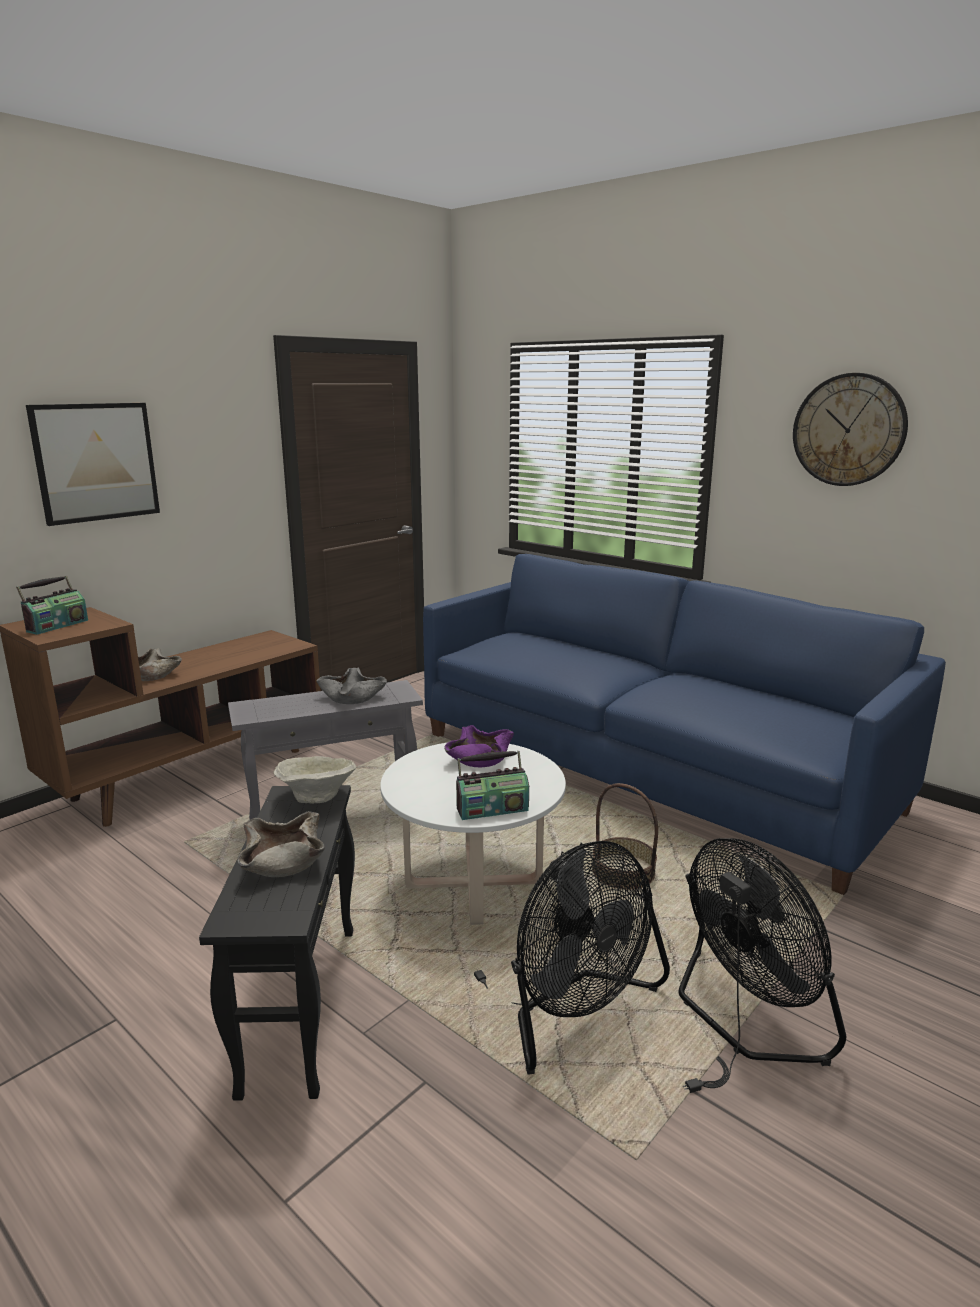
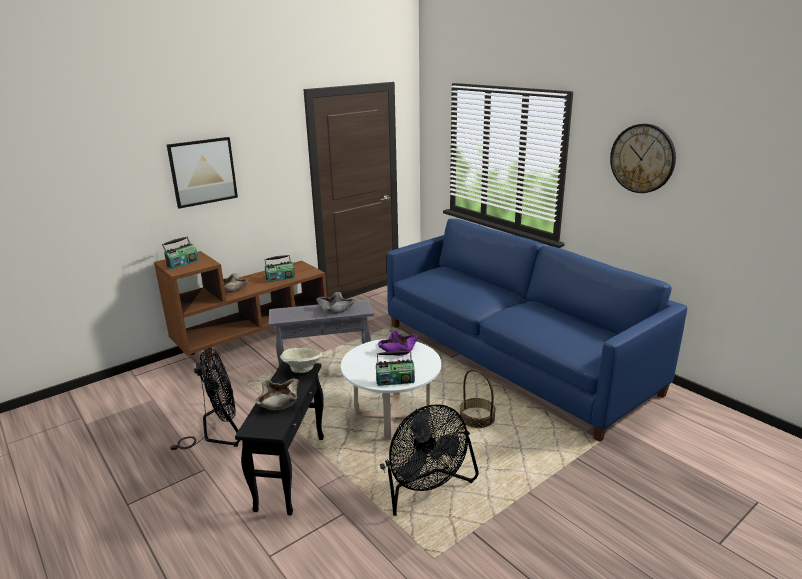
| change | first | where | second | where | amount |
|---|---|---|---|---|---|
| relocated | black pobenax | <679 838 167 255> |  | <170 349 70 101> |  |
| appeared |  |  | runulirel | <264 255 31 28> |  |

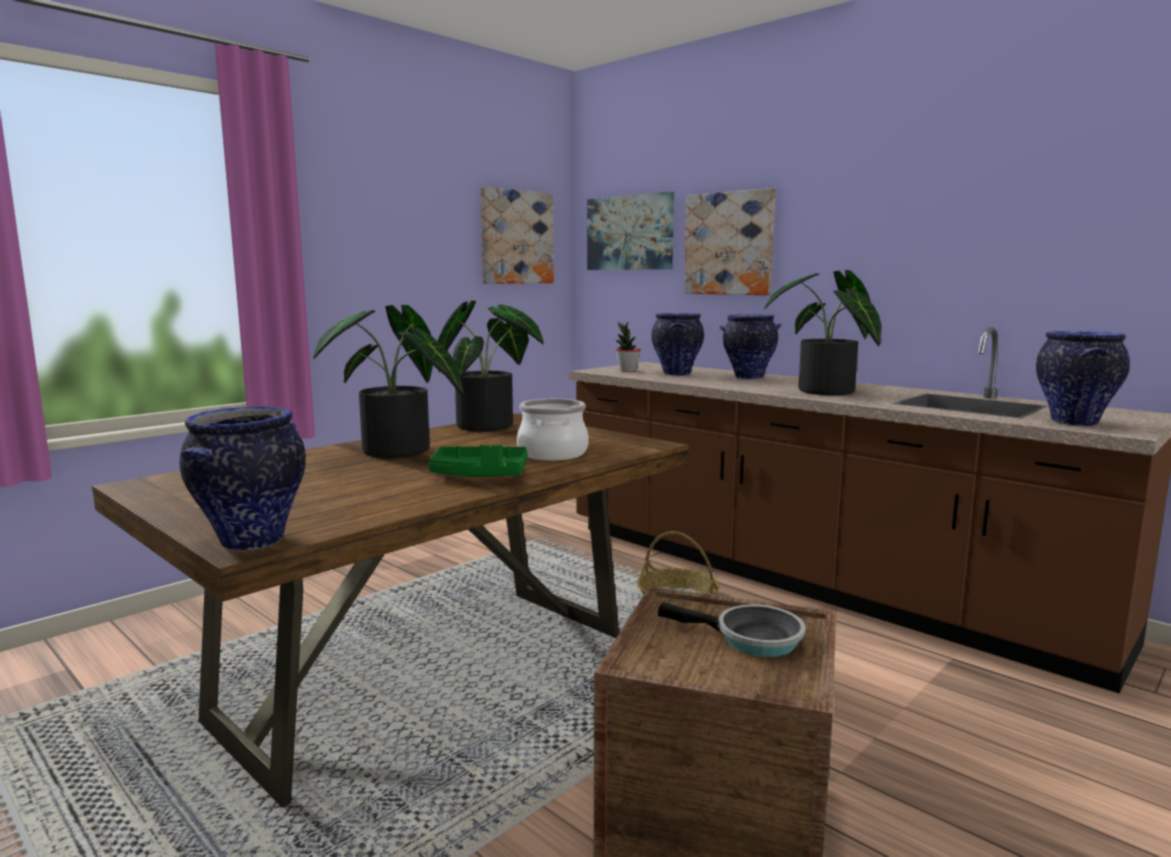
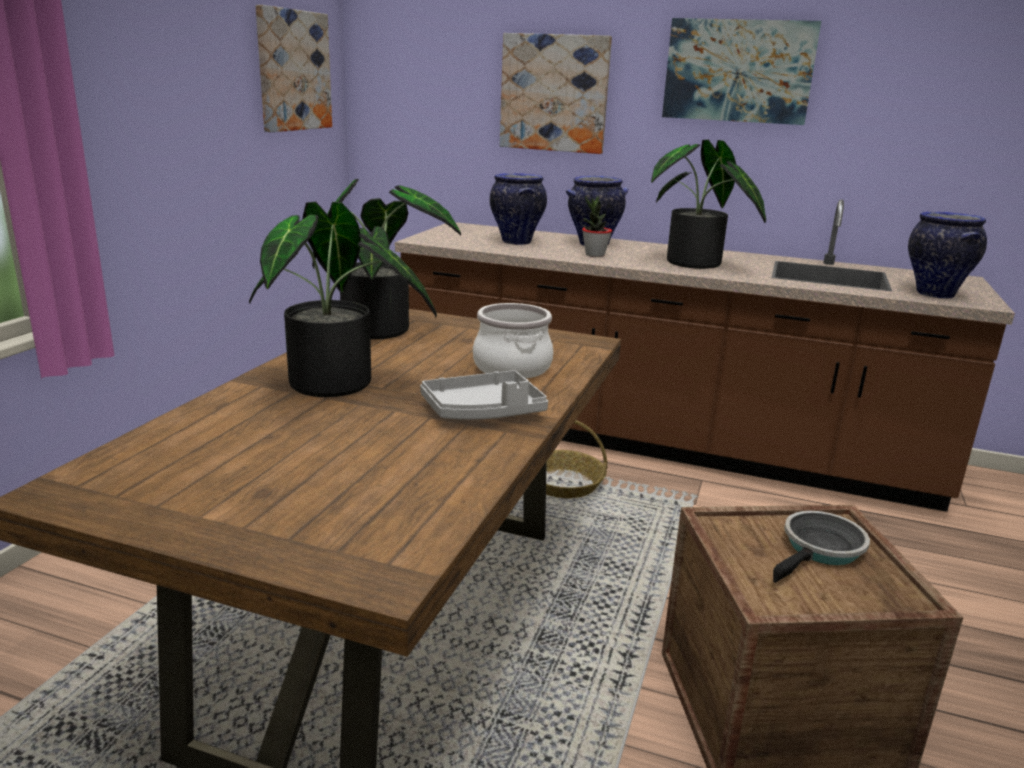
| change | first | where | second | where | amount |
|---|---|---|---|---|---|
| missing | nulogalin | <180 406 126 145> |  |  |  |
| colour | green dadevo | <428 444 100 33> | grey dadevo | <420 370 128 50> |  |
| relocated | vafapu | <587 192 87 78> |  | <662 18 159 107> |  |
| relocated | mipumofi | <615 321 26 51> |  | <582 196 30 61> |  |
| spun | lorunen | <658 602 148 55> |  | <773 511 97 72> | 45 degrees counterclockwise |

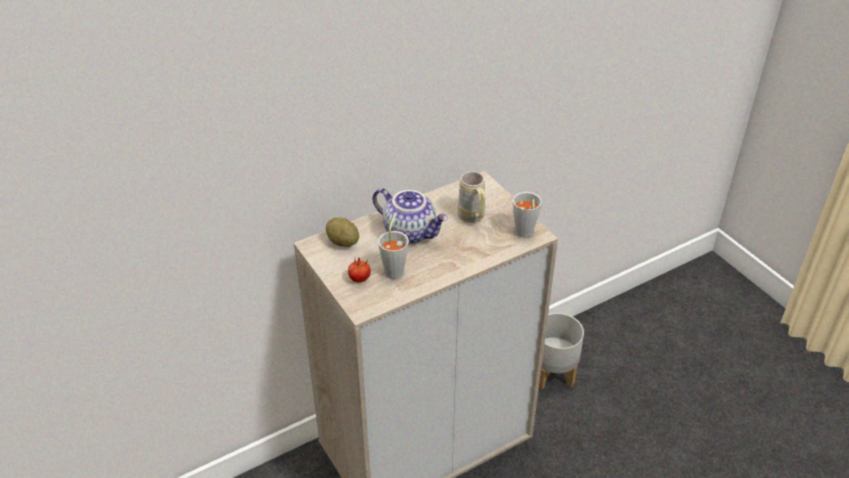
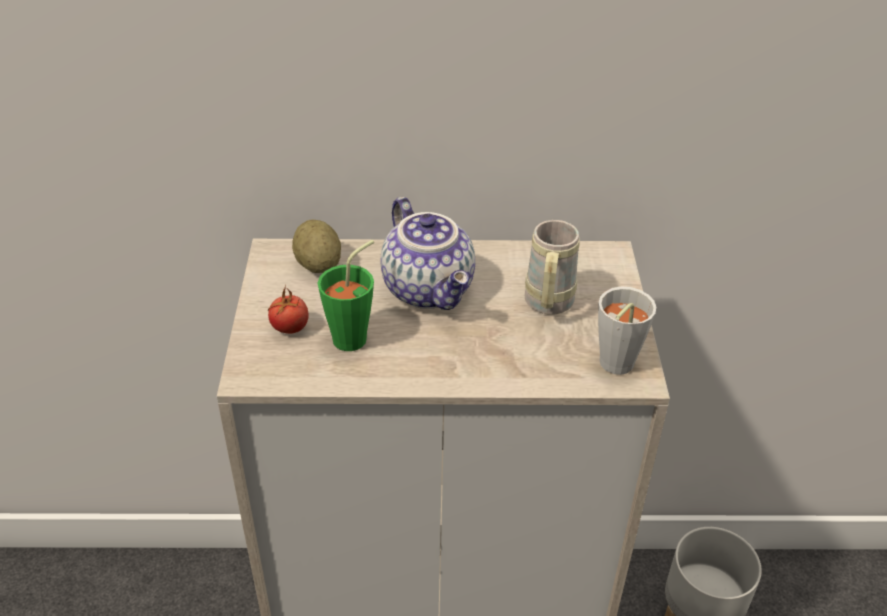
| change | first | where | second | where | amount |
|---|---|---|---|---|---|
| colour | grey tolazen | <378 215 31 64> | green tolazen | <317 240 57 111> |  |

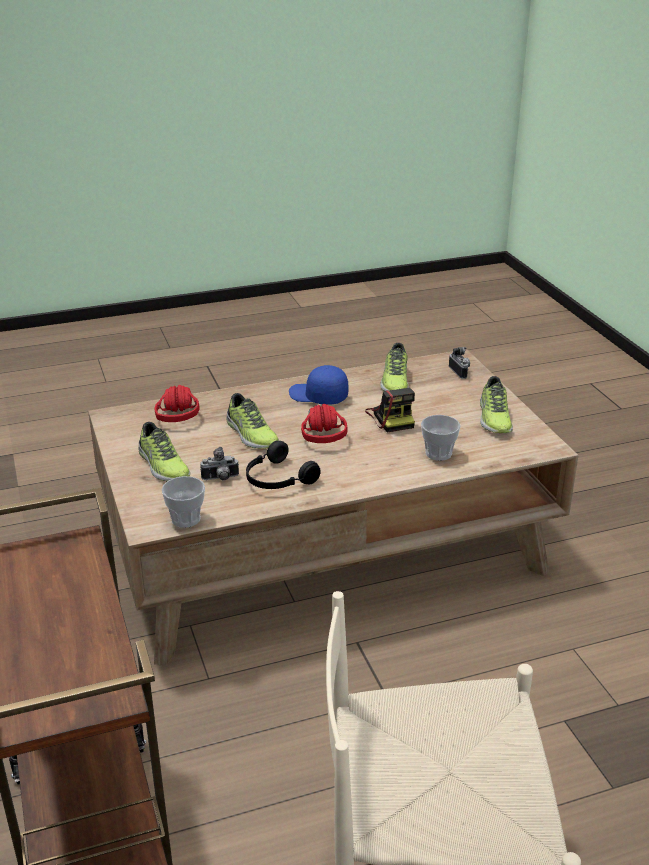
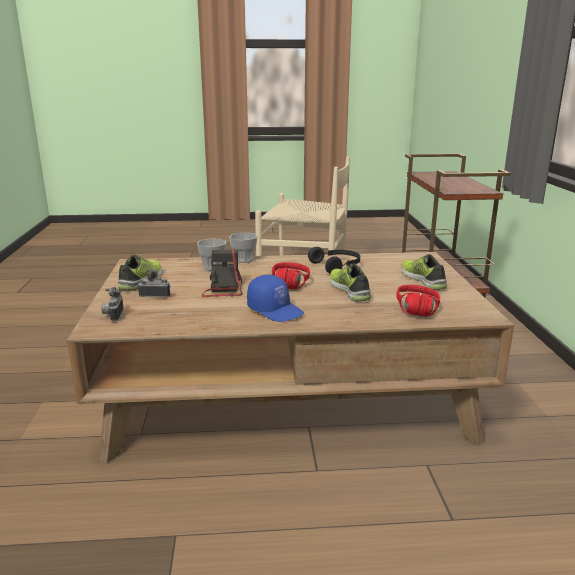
| change | first | where | second | where | amount |
|---|---|---|---|---|---|
| relocated | tolazen | <161 476 44 52> |  | <229 232 28 31> |  |
| relocated | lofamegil | <200 447 39 34> |  | <138 269 32 29> |  |
| missing | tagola | <380 343 29 48> |  |  |  |

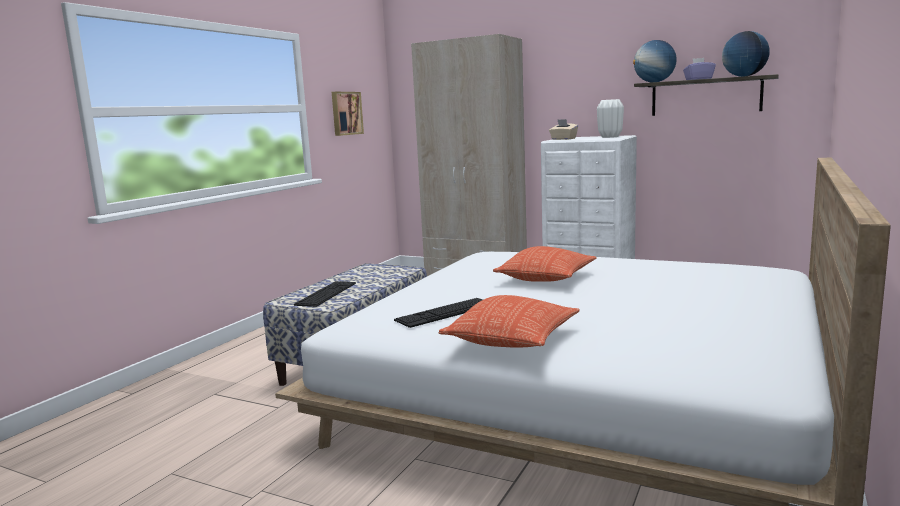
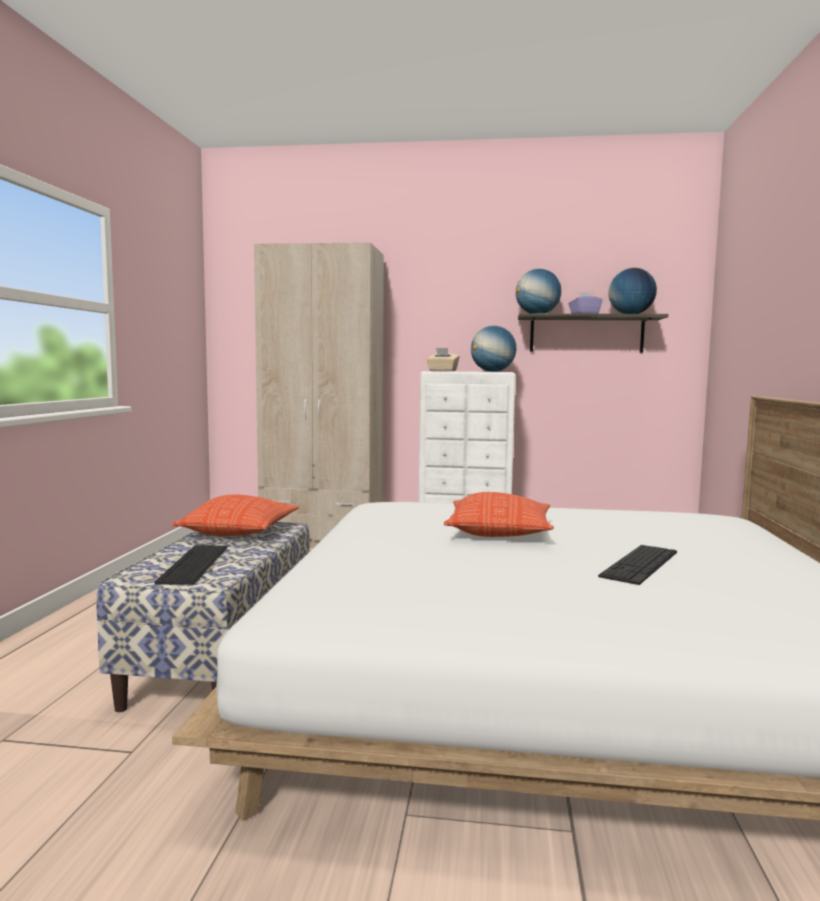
| change | first | where | second | where | amount |
|---|---|---|---|---|---|
| missing | vafapu | <332 92 32 44> |  |  |  |
| relocated | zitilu | <394 298 89 30> |  | <598 545 79 40> |  |
| relocated | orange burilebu | <438 295 142 53> |  | <172 495 127 41> |  |
| exchanged | white nulogalin | <597 99 27 39> | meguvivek | <471 326 45 46> |  |

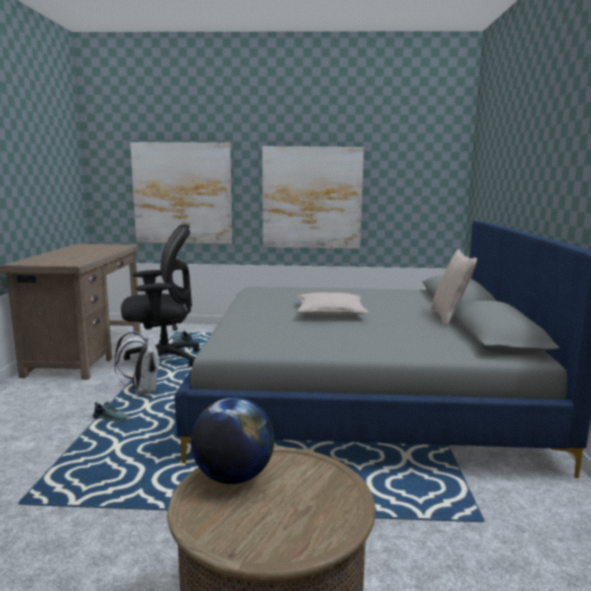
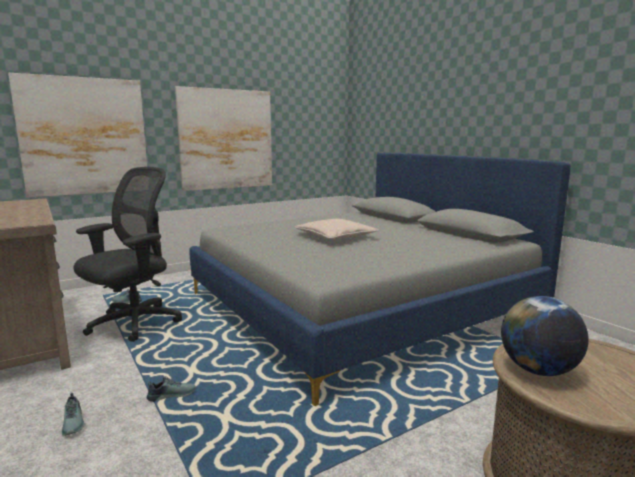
| change | first | where | second | where | amount |
|---|---|---|---|---|---|
| missing | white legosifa | <114 331 46 63> |  |  |  |
| missing | beige burilebu | <431 249 46 78> |  |  |  |
| appeared |  |  | tagola | <62 393 23 43> |  |

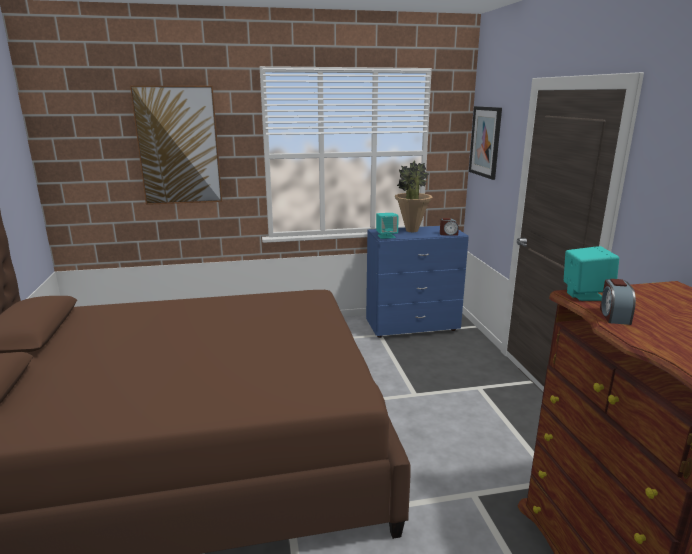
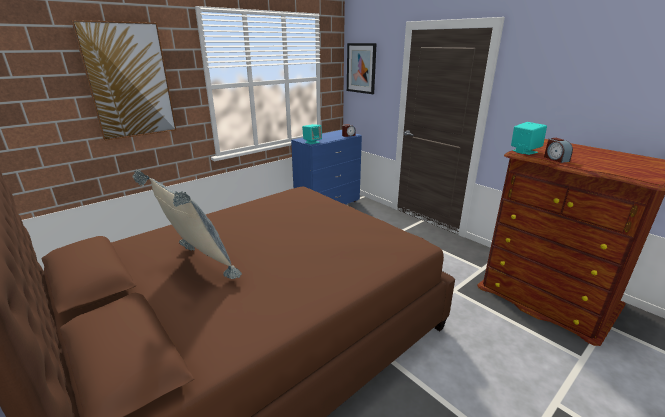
| change | first | where | second | where | amount |
|---|---|---|---|---|---|
| missing | mipumofi | <395 161 38 71> |  |  |  |
| appeared |  |  | burilebu | <133 169 109 110> |  |

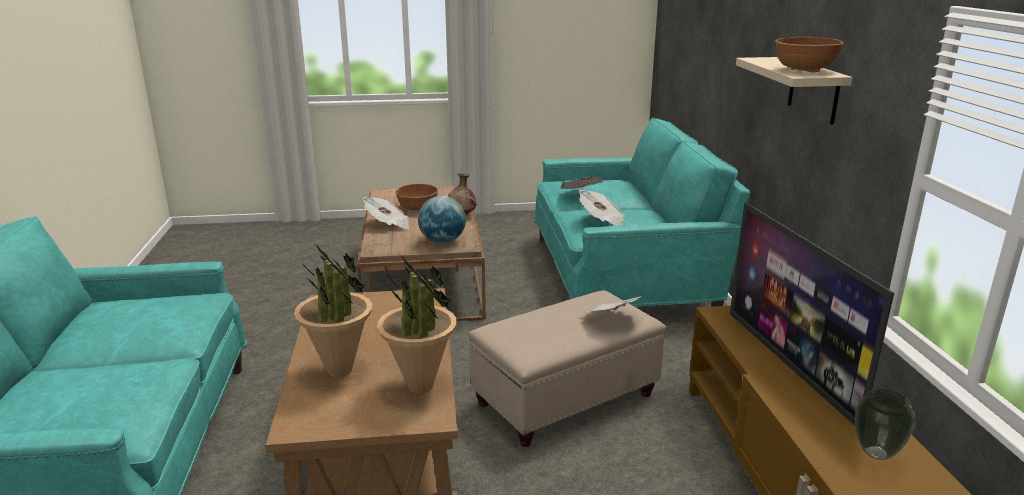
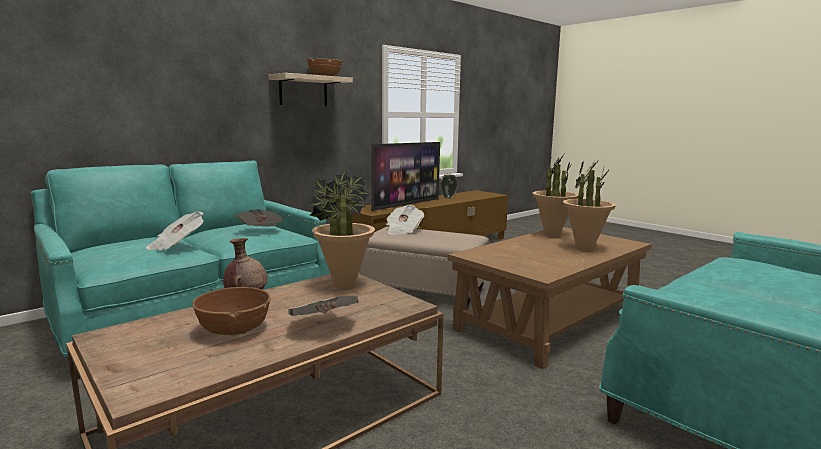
| change | first | where | second | where | amount |
|---|---|---|---|---|---|
| exchanged | meguvivek | <418 196 48 47> | mipumofi | <308 171 67 118> |  |

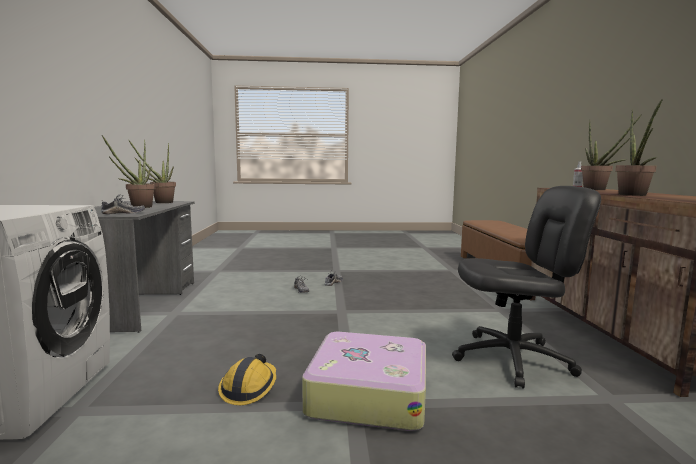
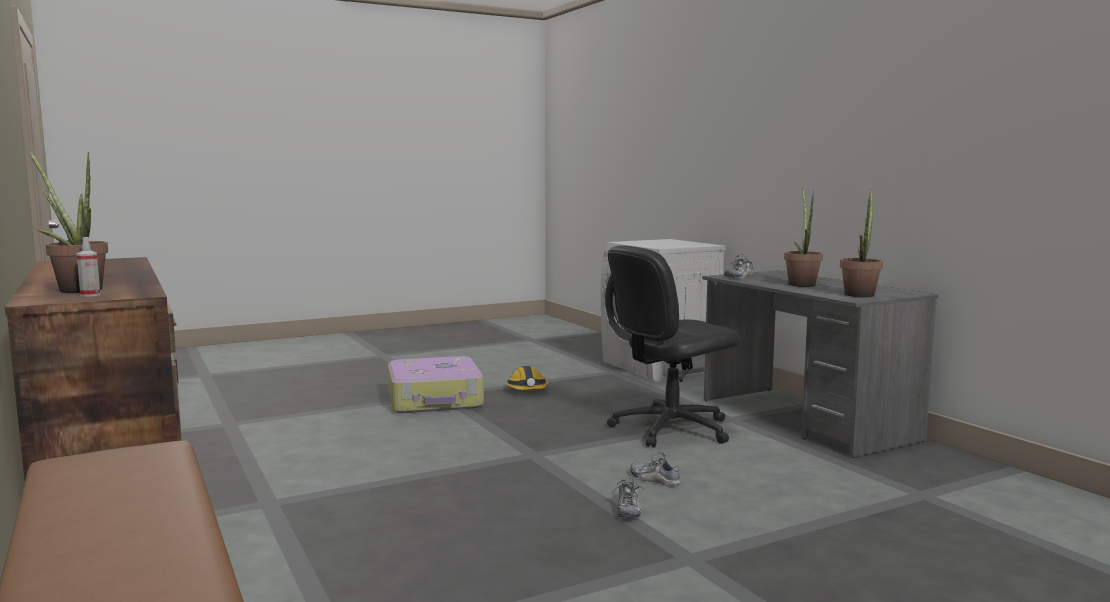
| change | first | where | second | where | amount |
|---|---|---|---|---|---|
| relocated | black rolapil | <452 186 149 203> |  | <607 245 133 203> |  |
| missing | mipumofi | <615 99 48 97> |  |  |  |

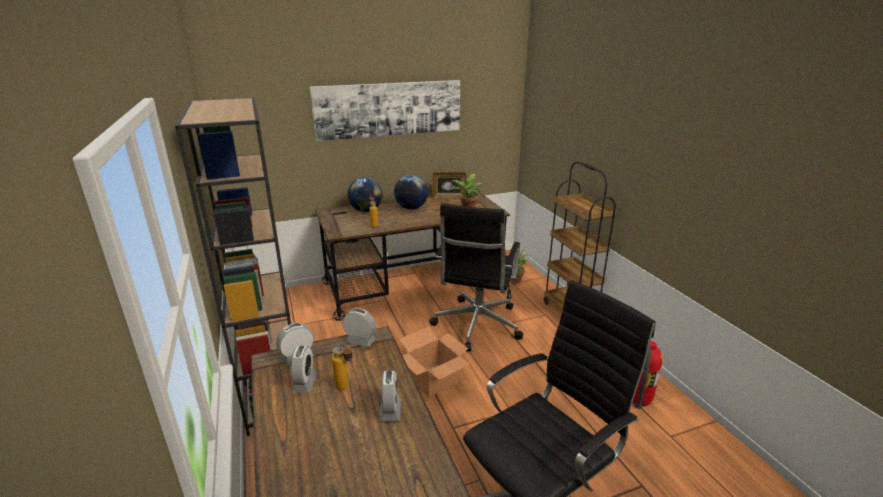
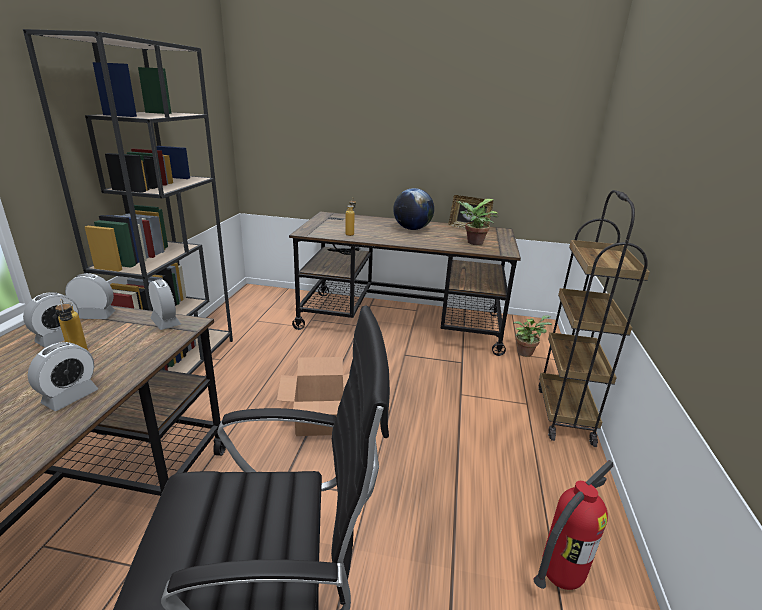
| change | first | where | second | where | amount |
|---|---|---|---|---|---|
| missing | vafapu | <310 80 150 61> |  |  |  |
| missing | meguvivek | <348 177 35 35> |  |  |  |
| missing | black rolapil | <429 203 94 148> |  |  |  |

